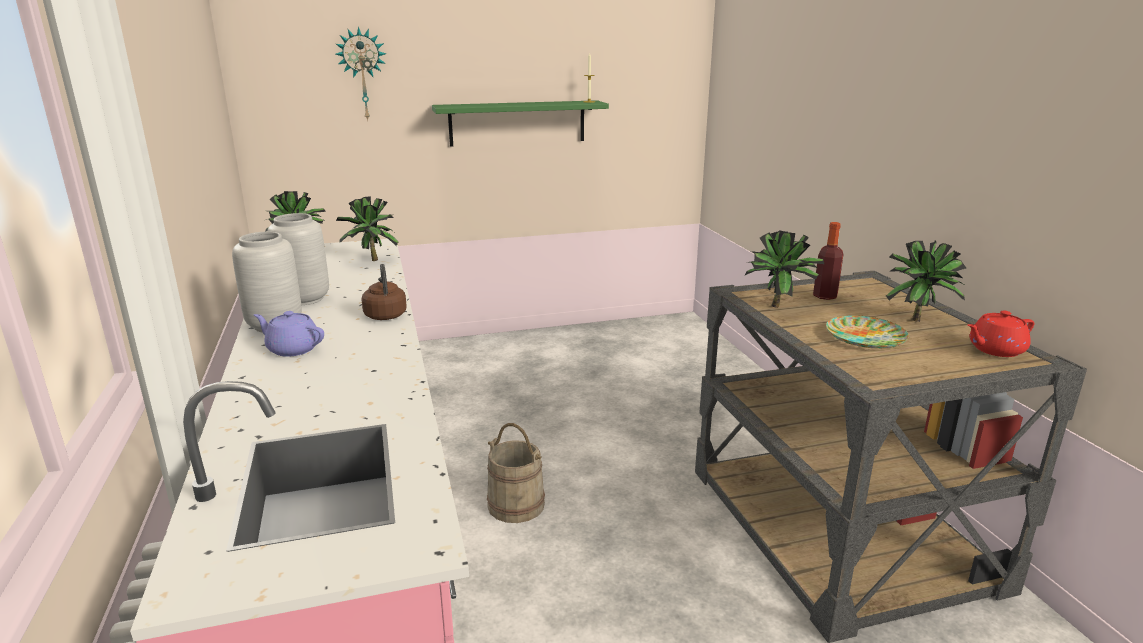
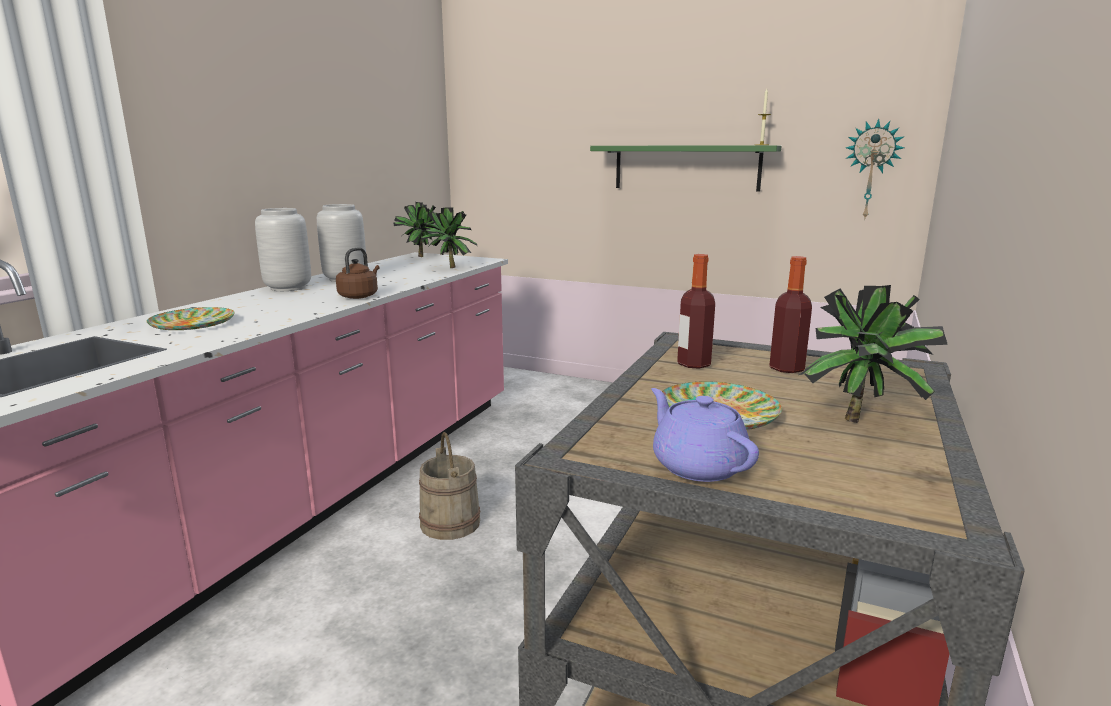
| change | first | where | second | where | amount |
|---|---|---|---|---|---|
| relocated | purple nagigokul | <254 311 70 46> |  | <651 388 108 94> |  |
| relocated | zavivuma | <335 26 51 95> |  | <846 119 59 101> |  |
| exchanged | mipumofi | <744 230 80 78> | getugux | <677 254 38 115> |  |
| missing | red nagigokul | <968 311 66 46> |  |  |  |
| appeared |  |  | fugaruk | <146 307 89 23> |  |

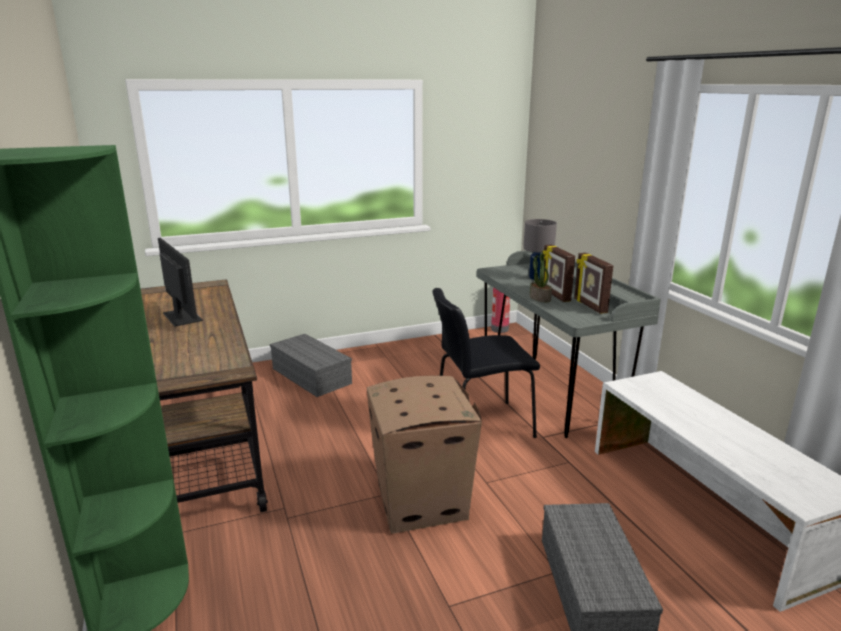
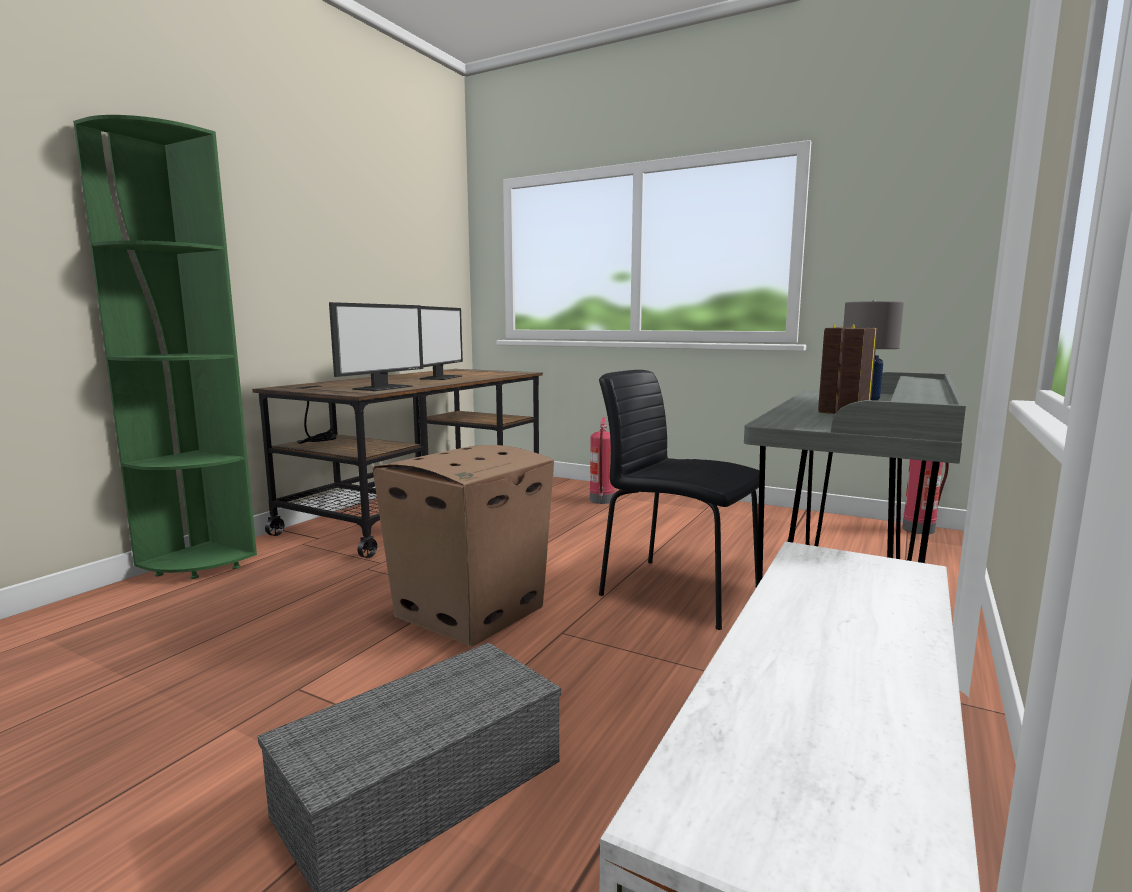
| change | first | where | second | where | amount |
|---|---|---|---|---|---|
| exchanged | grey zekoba | <270 334 82 63> | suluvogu | <590 417 25 87> |  |
| missing | mipumofi | <530 251 22 51> |  |  |  |
| appeared |  |  | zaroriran | <329 302 94 89> |  |

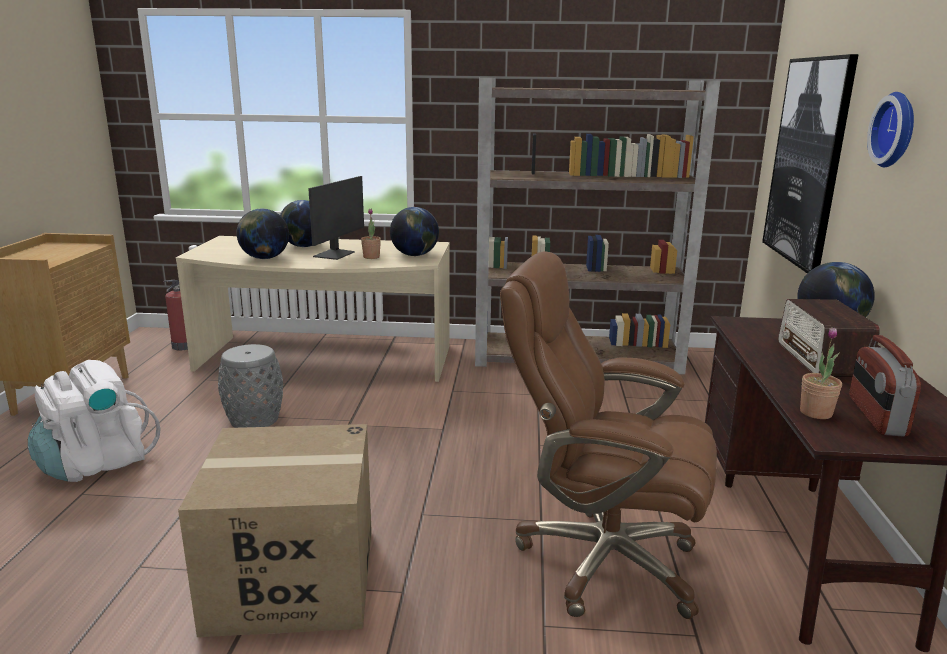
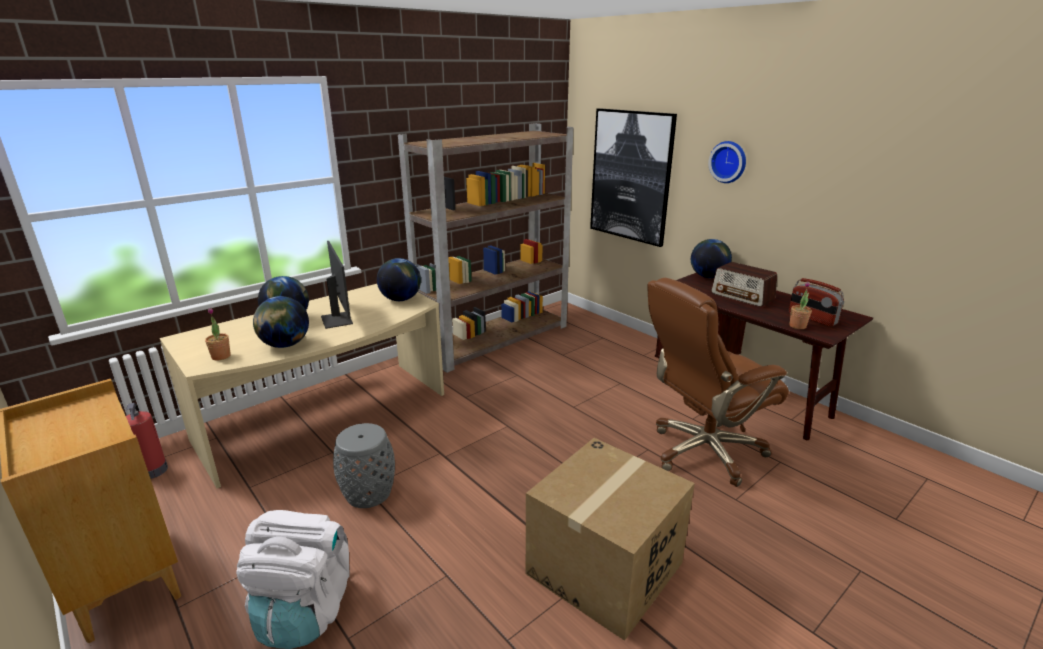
| change | first | where | second | where | amount |
|---|---|---|---|---|---|
| relocated | mipumofi | <361 209 20 50> |  | <205 308 26 52> |  |

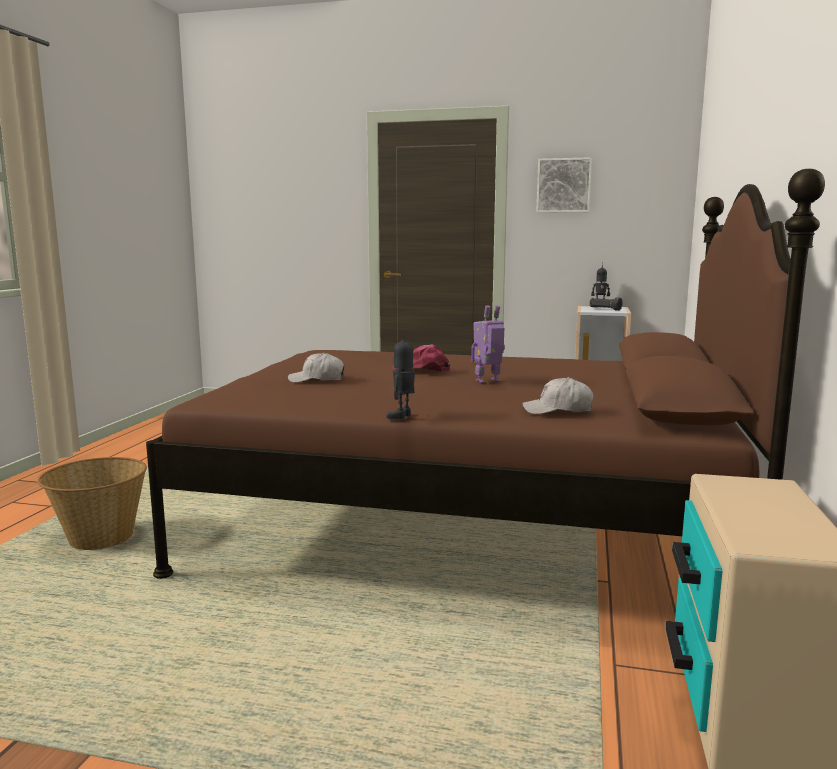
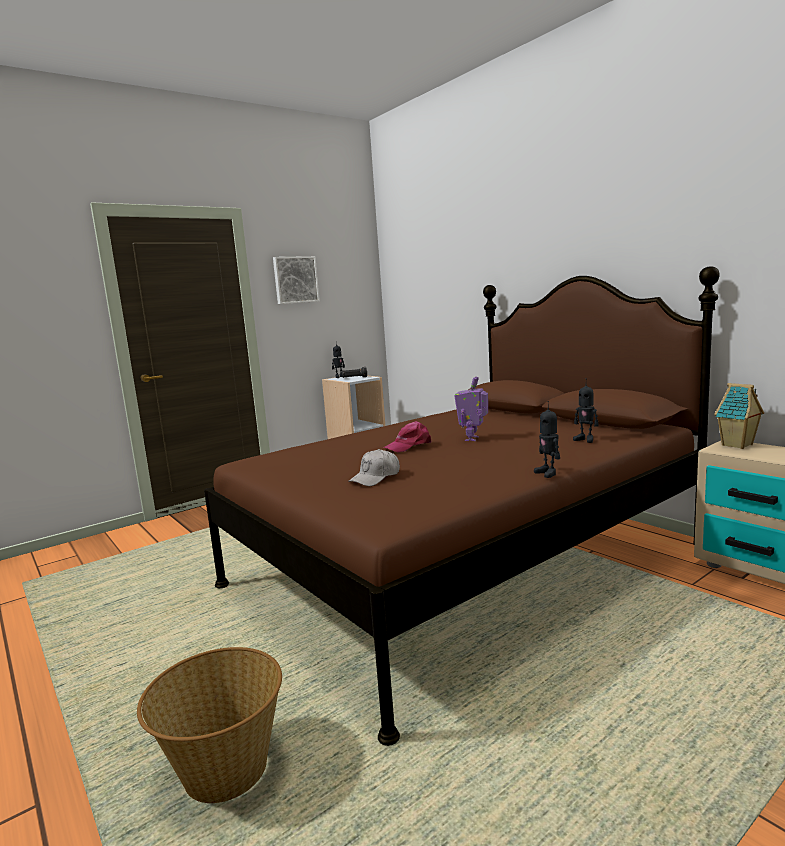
| change | first | where | second | where | amount |
|---|---|---|---|---|---|
| exchanged | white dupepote | <522 377 71 37> | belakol | <573 378 26 65> |  |
| appeared |  |  | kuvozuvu | <714 383 50 66> |  |

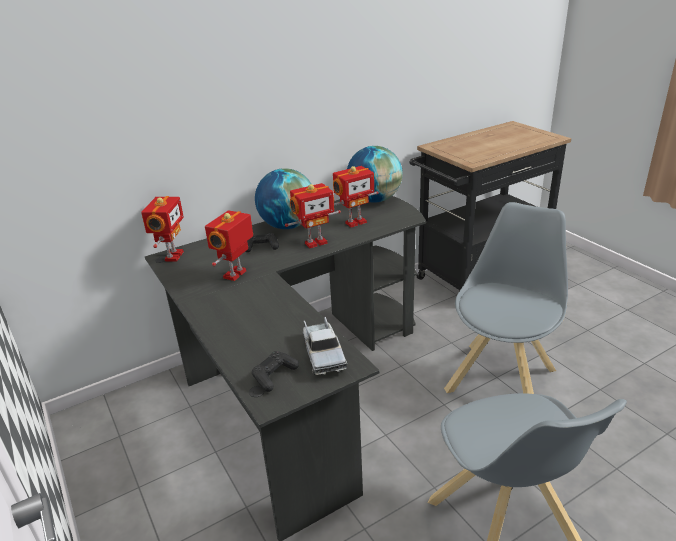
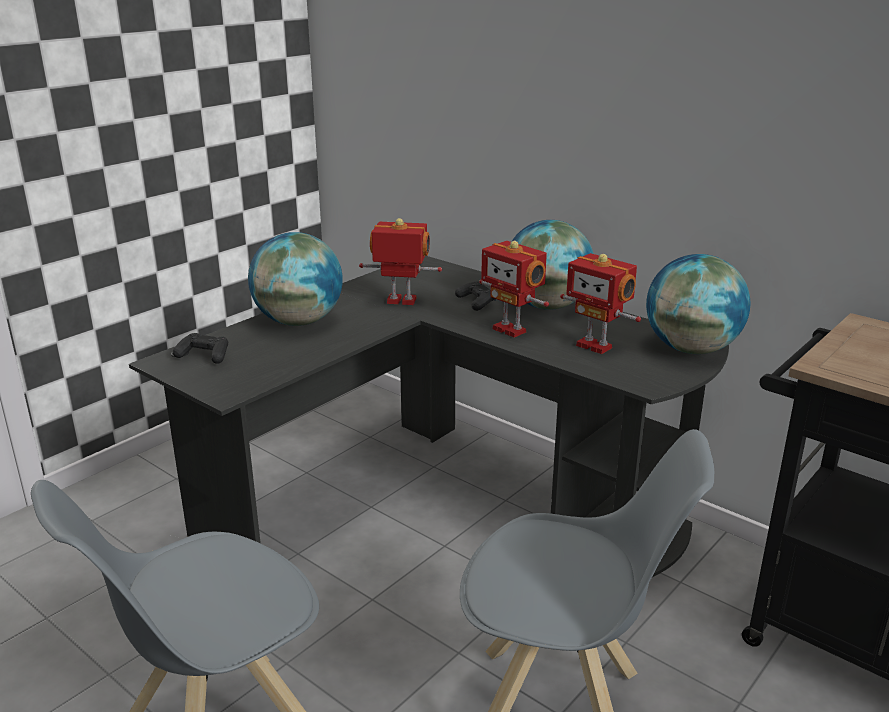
| change | first | where | second | where | amount |
|---|---|---|---|---|---|
| missing | belakol | <141 196 43 66> |  |  |  |
| missing | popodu | <303 317 44 58> |  |  |  |
| appeared |  |  | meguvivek | <248 232 95 94> |  |

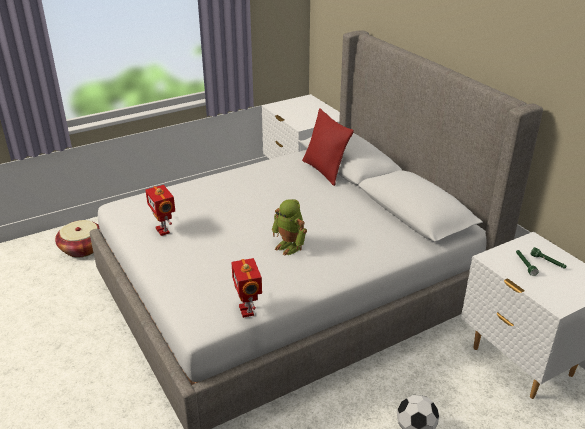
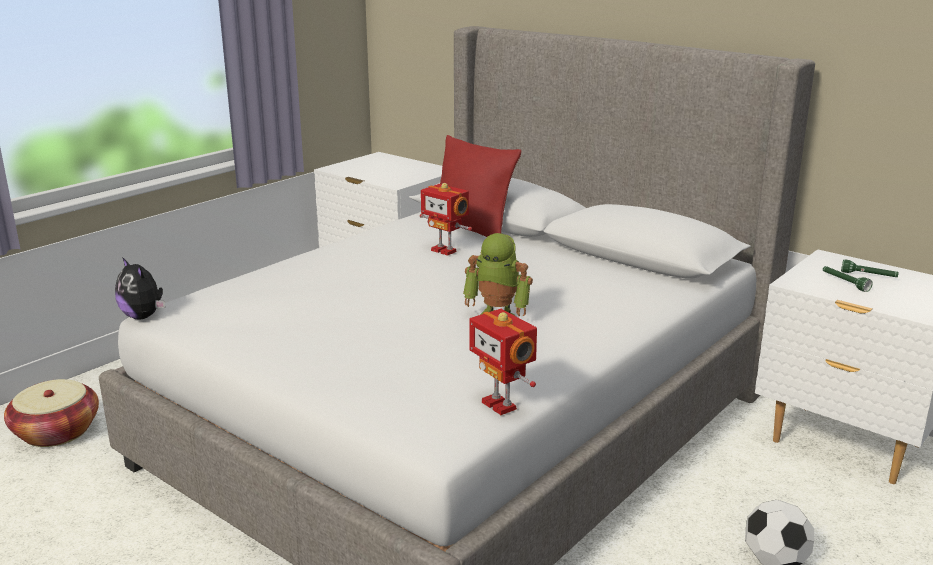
| change | first | where | second | where | amount |
|---|---|---|---|---|---|
| relocated | belakol | <145 185 30 51> |  | <420 183 52 73> |  |
| appeared |  |  | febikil | <115 257 50 63> |  |

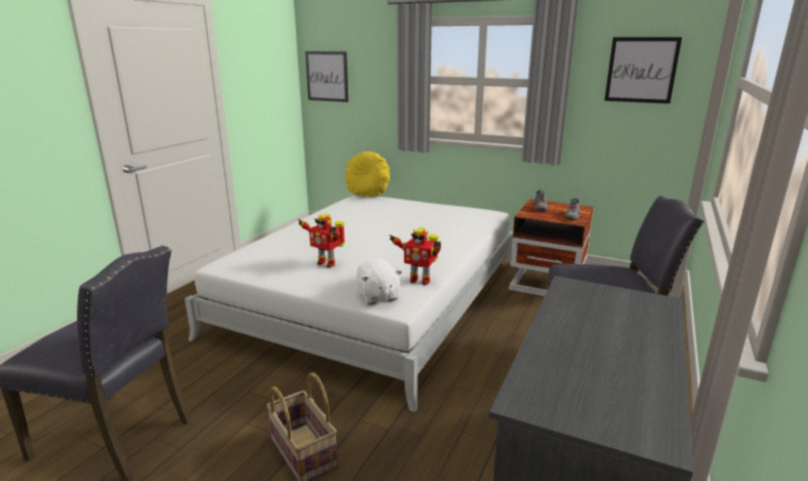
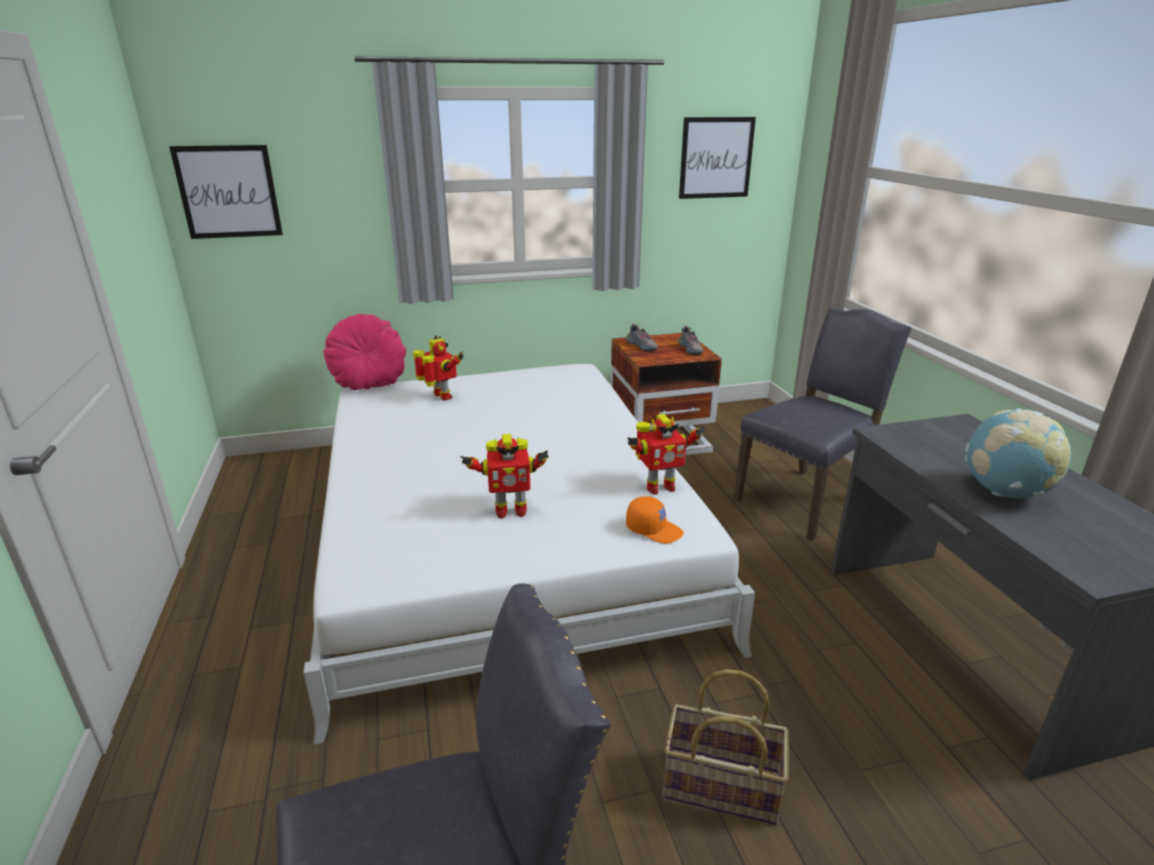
| change | first | where | second | where | amount |
|---|---|---|---|---|---|
| colour | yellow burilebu | <345 151 45 46> | pink burilebu | <324 314 82 76> |  |
| exchanged | white febikil | <356 259 46 46> | orange dupepote | <626 496 58 48> |  |
| appeared |  |  | belakol | <413 335 51 65> |  |
| appeared |  |  | meguvivek | <966 408 105 90> |  |

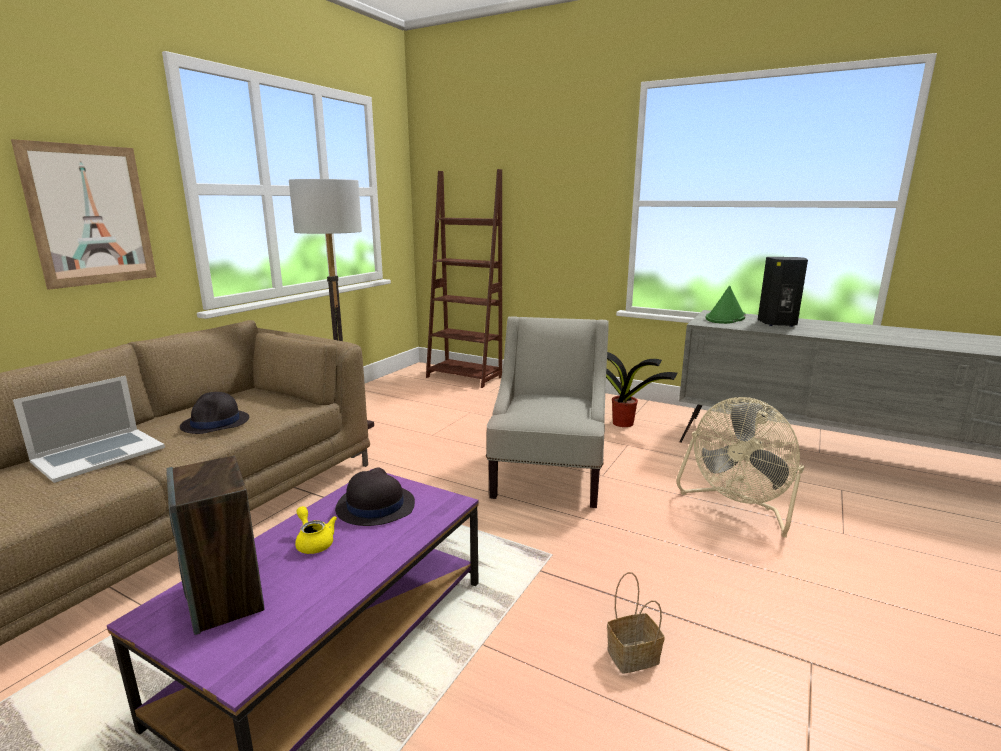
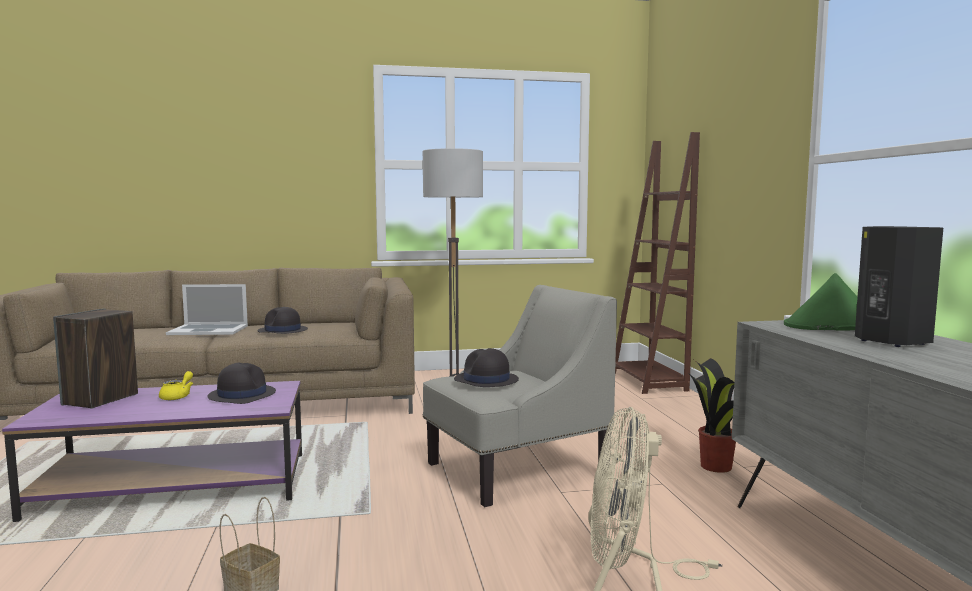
| change | first | where | second | where | amount |
|---|---|---|---|---|---|
| missing | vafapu | <11 139 146 151> |  |  |  |
| appeared |  |  | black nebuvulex | <454 348 65 39> |  |

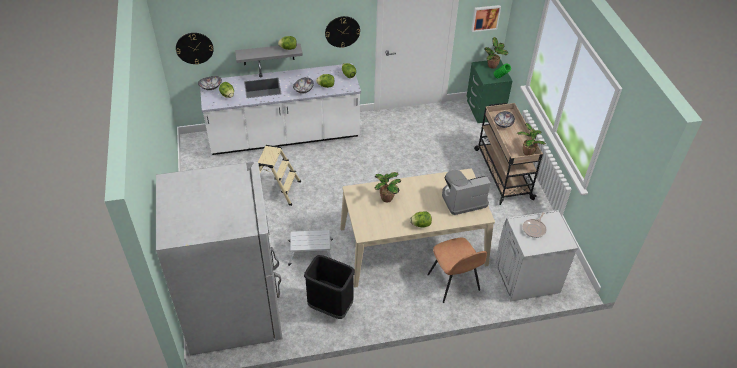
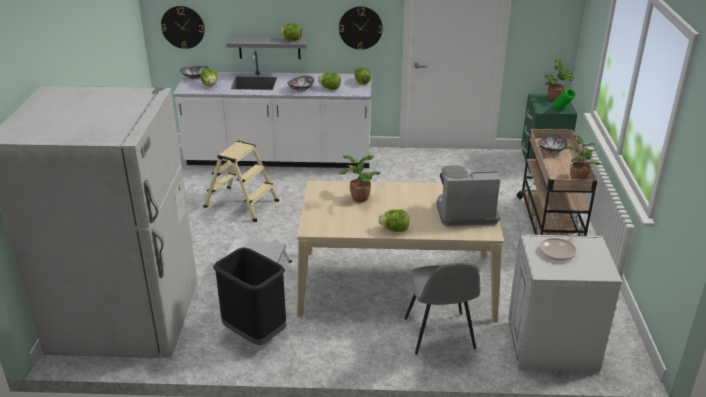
| change | first | where | second | where | amount |
|---|---|---|---|---|---|
| colour | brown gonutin | <427 238 60 65> | grey gonutin | <404 263 77 92> |  |
| missing | vafapu | <471 5 30 27> |  |  |  |

